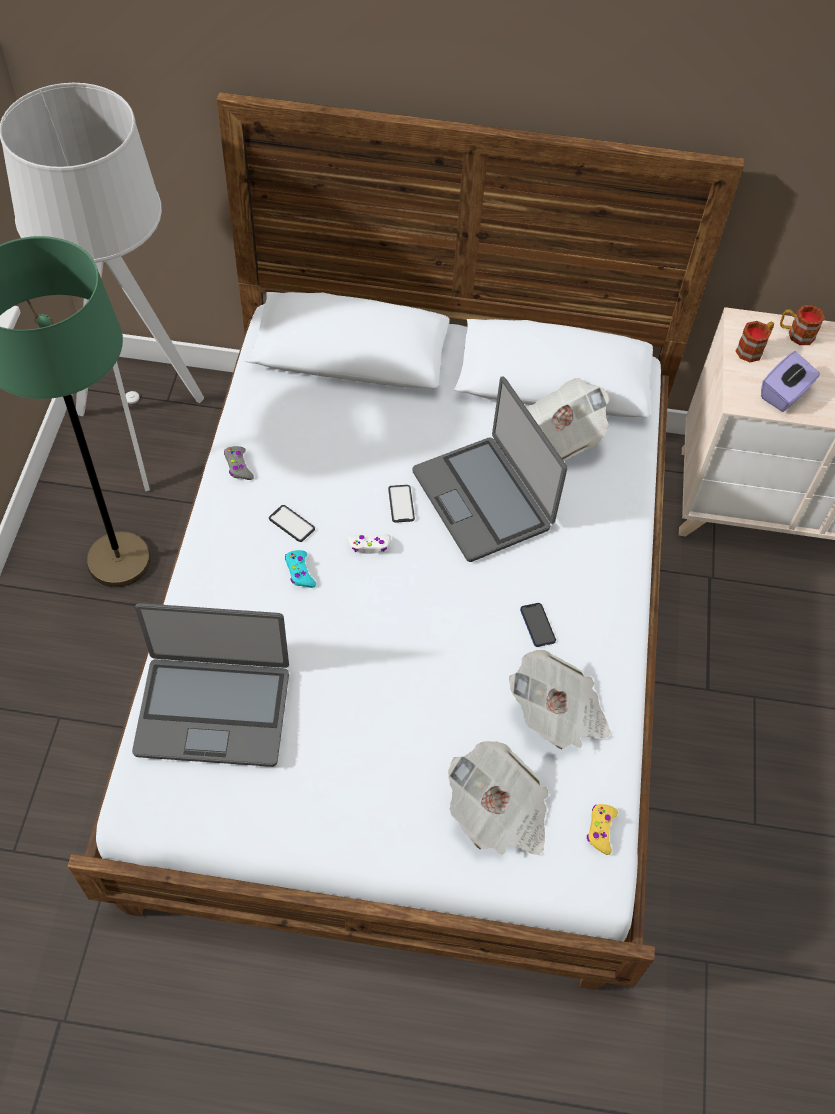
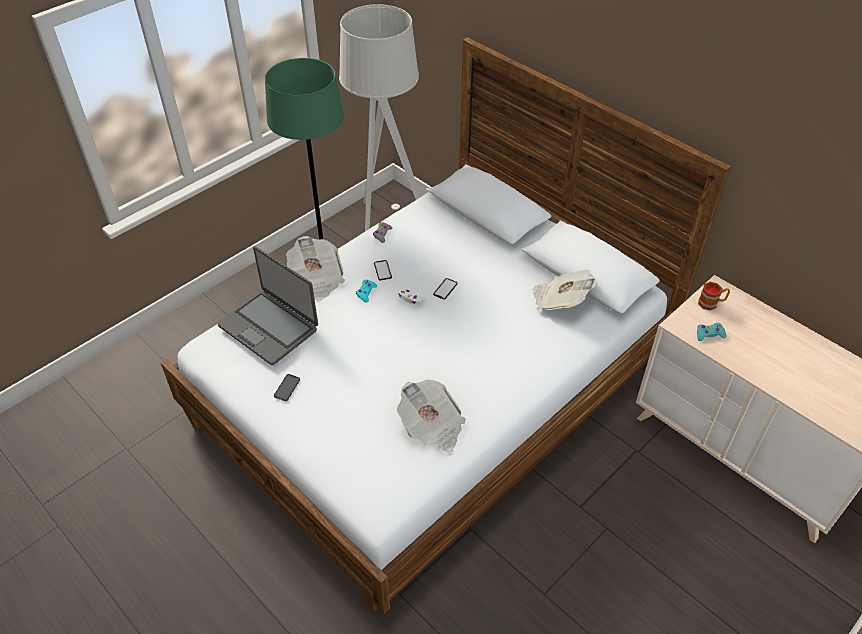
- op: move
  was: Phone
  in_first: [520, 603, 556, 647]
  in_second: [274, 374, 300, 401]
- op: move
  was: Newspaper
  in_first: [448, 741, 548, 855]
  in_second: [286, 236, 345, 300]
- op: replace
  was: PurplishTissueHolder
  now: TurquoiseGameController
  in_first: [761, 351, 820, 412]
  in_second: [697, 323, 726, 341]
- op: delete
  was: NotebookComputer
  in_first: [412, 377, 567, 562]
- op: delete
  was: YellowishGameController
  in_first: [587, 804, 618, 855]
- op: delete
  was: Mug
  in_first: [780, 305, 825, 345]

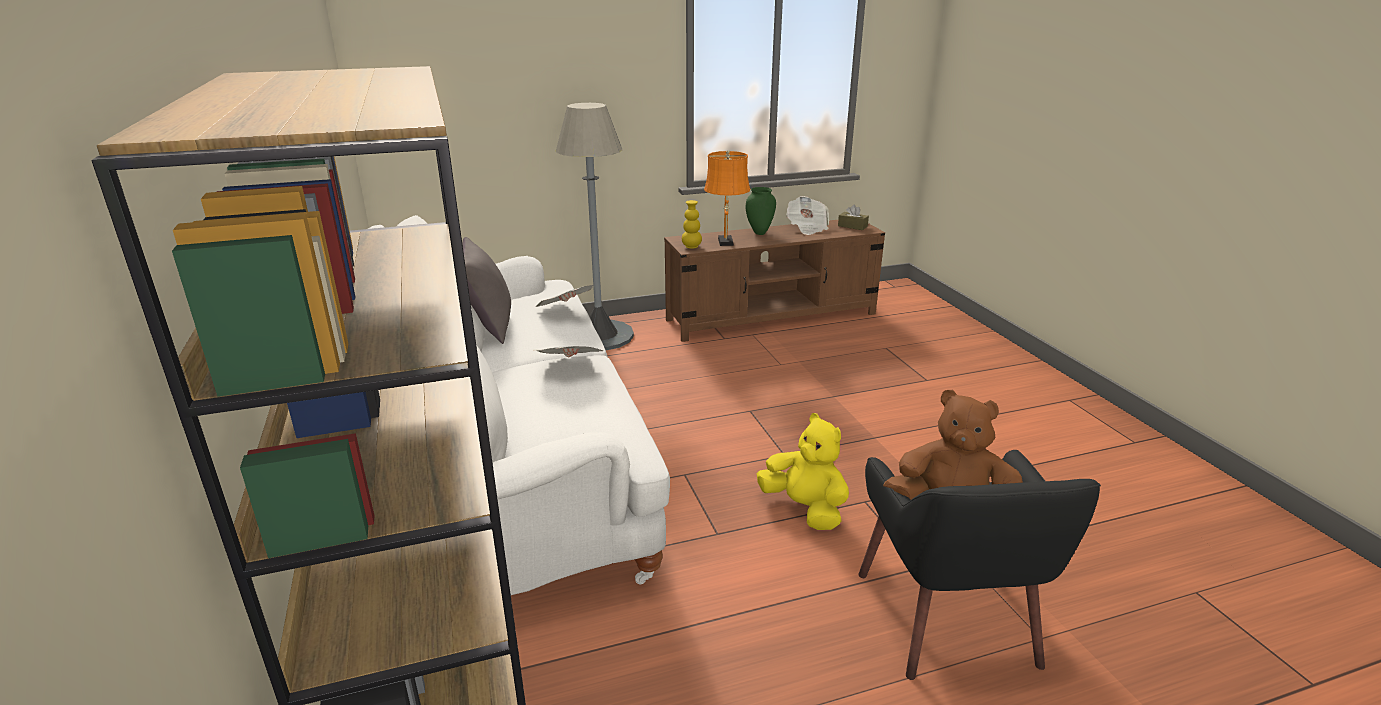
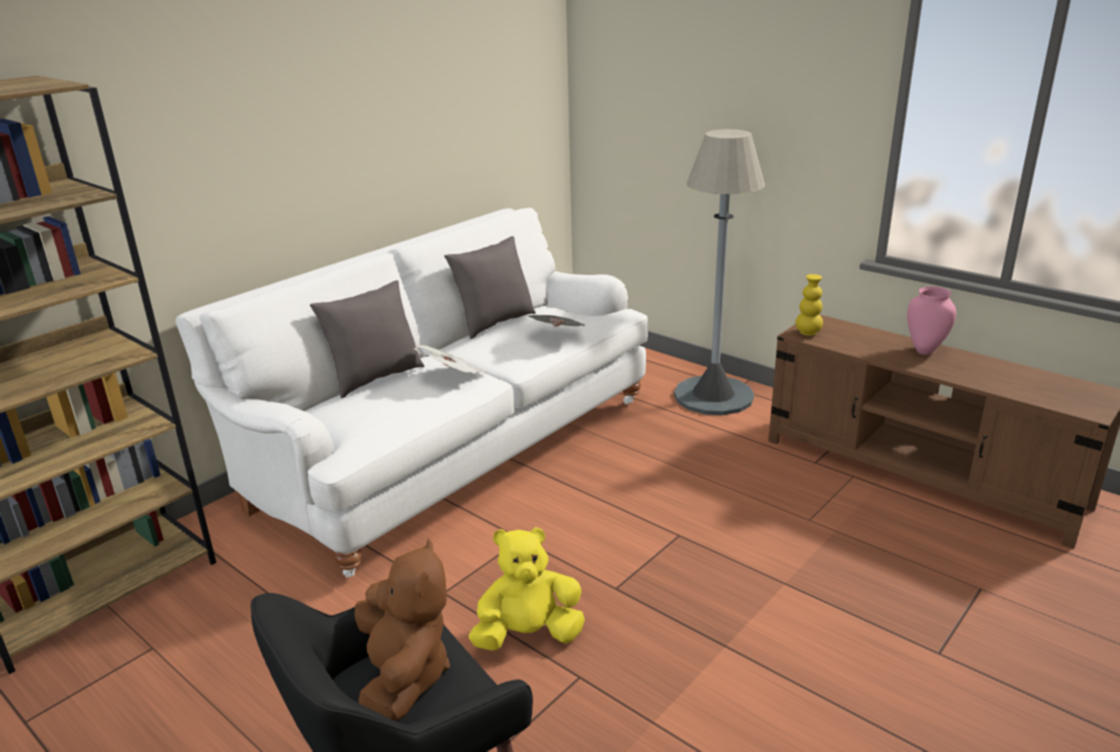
- op: insert
  now: GreyCushion
  in_second: [310, 280, 424, 398]
- op: rotate
  was: YellowishSoftToy
  in_first: [757, 413, 849, 530]
  in_second: [469, 527, 585, 651]
  clockwise: -120
- op: recolor
  was: GreenishDecorativeVase
  now: PinkColouredDecorativeVase
  in_first: [746, 187, 776, 235]
  in_second: [907, 286, 956, 355]
- op: delete
  was: OrangeColouredTableLamp
  in_first: [704, 150, 750, 246]
- op: delete
  was: Newspaper
  in_first: [786, 196, 829, 235]
- op: delete
  was: BrownishTissueHolder
  in_first: [838, 205, 869, 230]

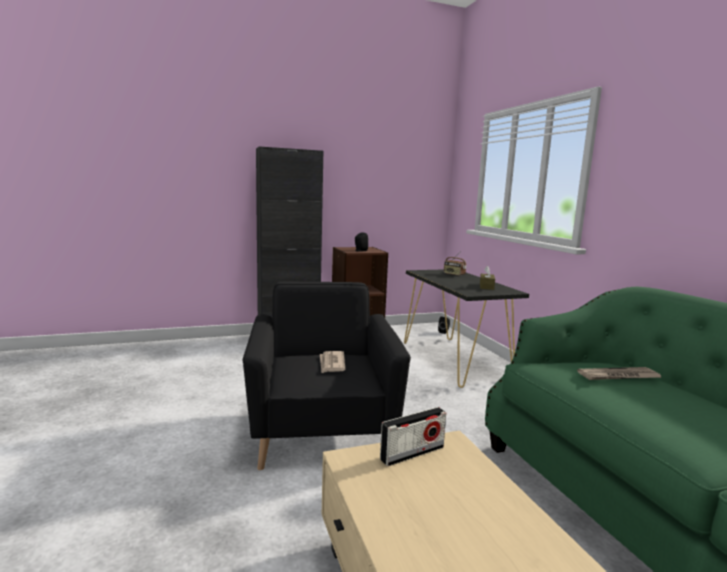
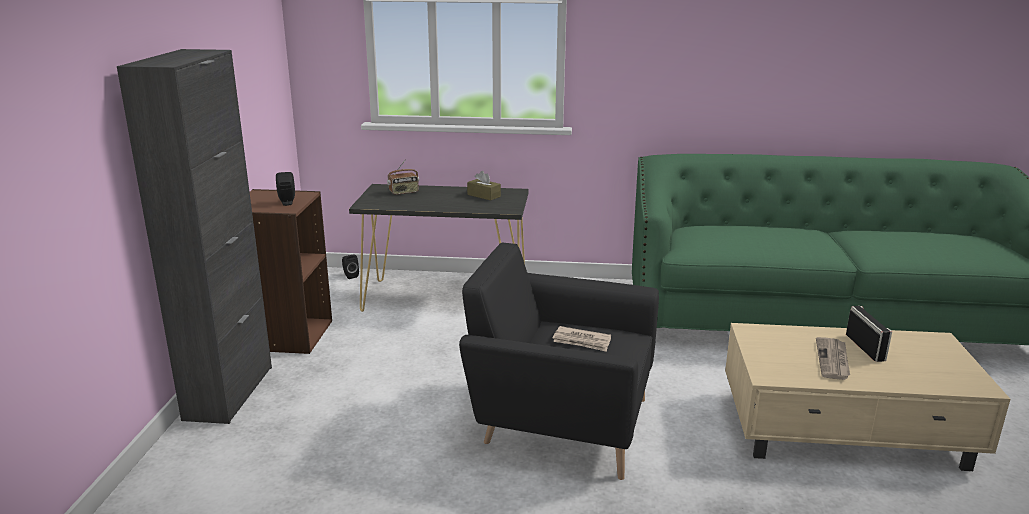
- op: move
  was: Newspaper
  in_first: [577, 367, 662, 380]
  in_second: [816, 337, 850, 380]
- op: move
  was: Radio
  in_first: [380, 407, 446, 466]
  in_second: [846, 306, 892, 362]

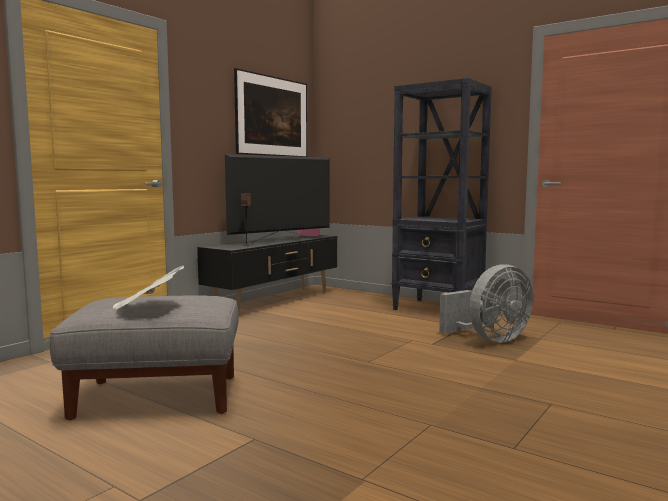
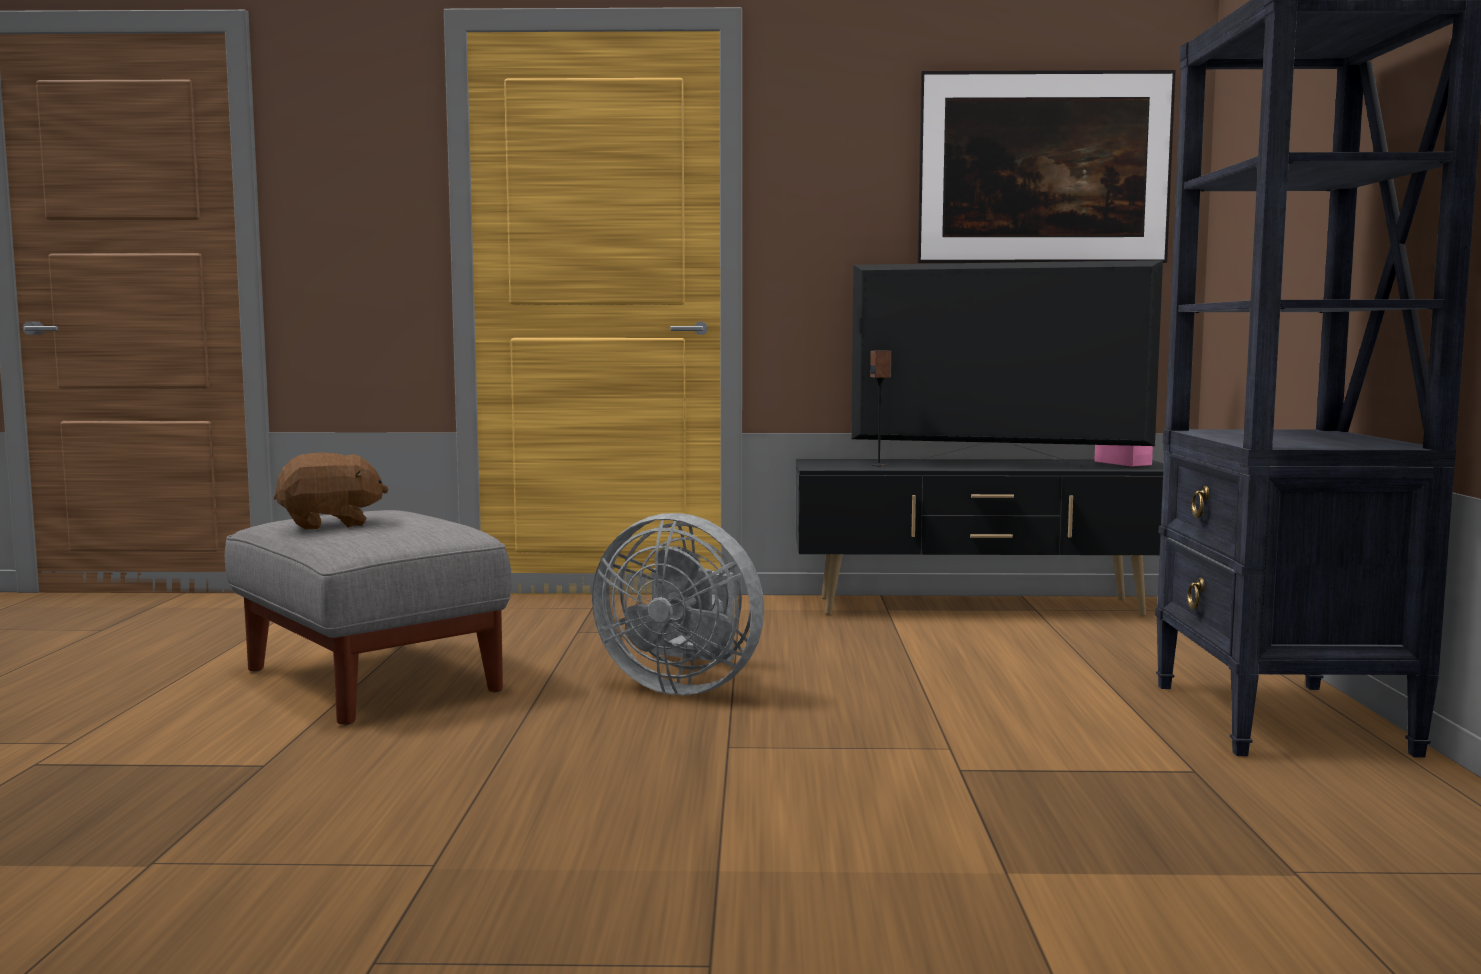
- op: replace
  was: Newspaper
  now: BrownishSoftToy
  in_first: [113, 266, 184, 309]
  in_second: [274, 452, 389, 530]
- op: move
  was: GreyFan
  in_first: [439, 264, 533, 343]
  in_second: [592, 513, 764, 695]

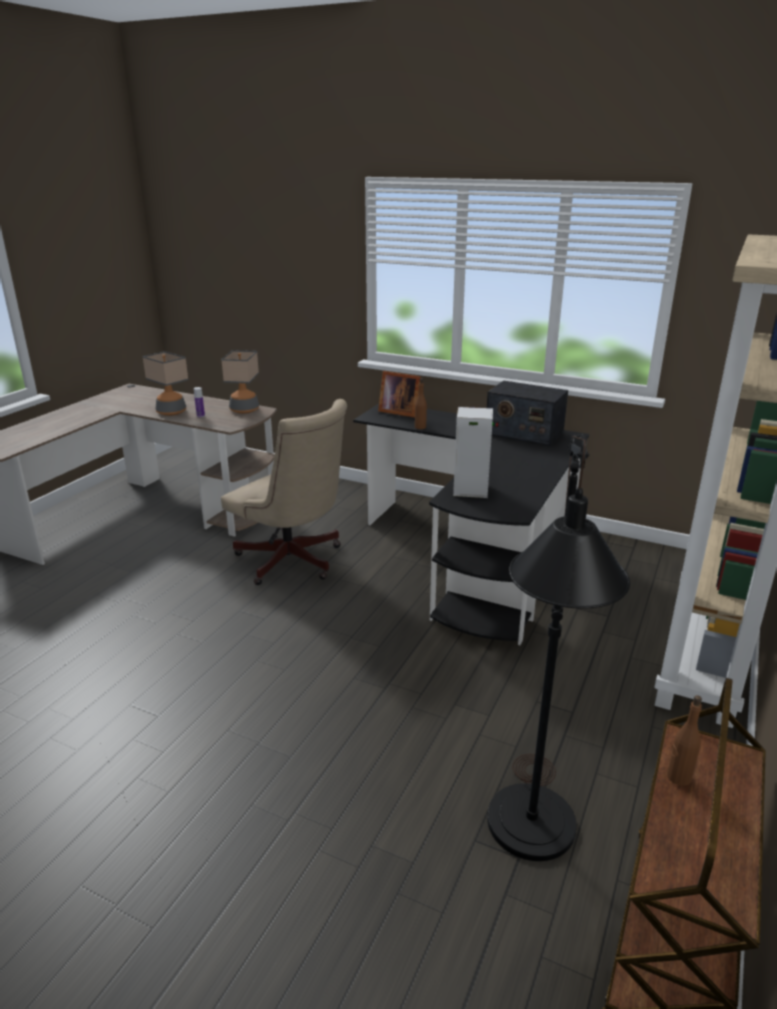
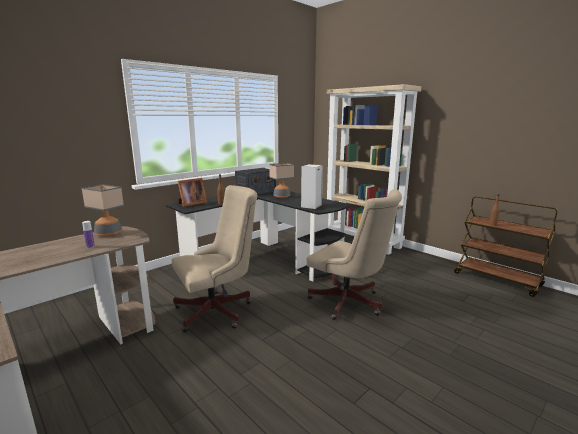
- op: move
  was: TableLamp
  in_first: [142, 351, 189, 416]
  in_second: [269, 163, 294, 198]
- op: insert
  now: SandColouredComputerChair
  in_second: [307, 189, 402, 320]
- op: delete
  was: BlackColouredStandingLamp
  in_first: [487, 436, 630, 861]

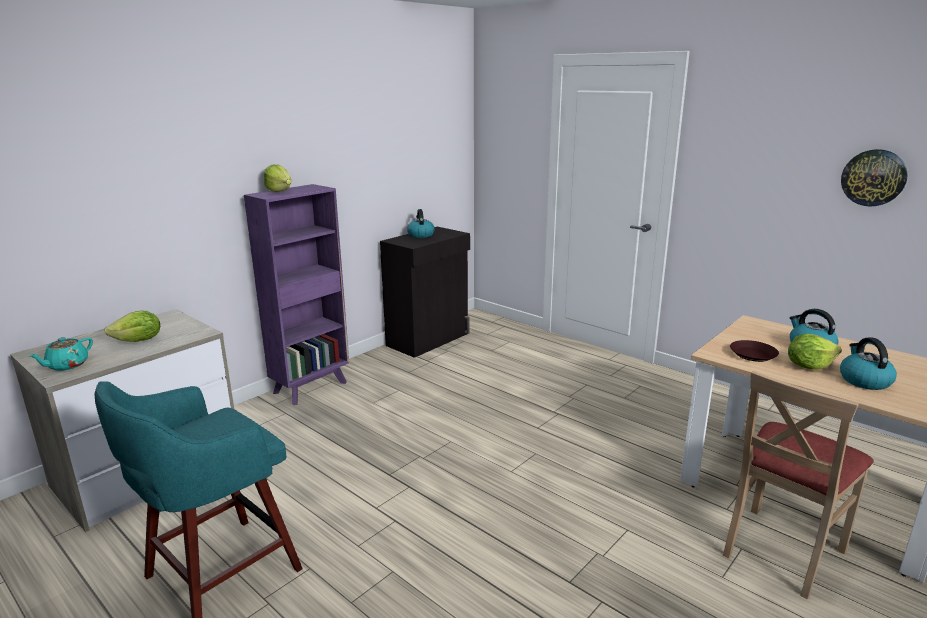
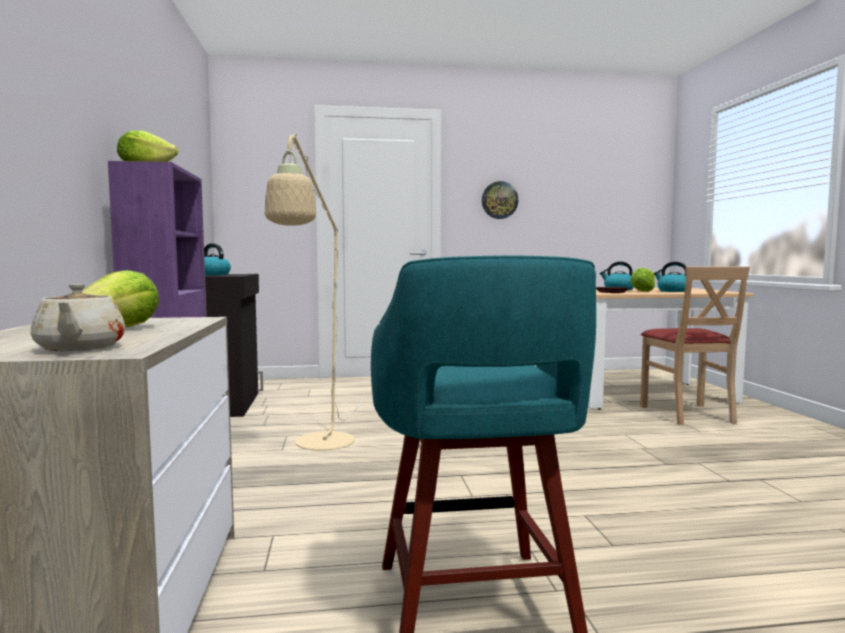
- op: recolor
  was: TurquoiseTeapot
  now: SandColouredTeapot
  in_first: [29, 337, 93, 371]
  in_second: [30, 284, 125, 351]
- op: insert
  now: SandColouredStandingLamp
  in_second: [265, 133, 364, 451]
- op: move
  was: ClockOnTheWall
  in_first: [841, 149, 908, 207]
  in_second: [482, 181, 518, 219]

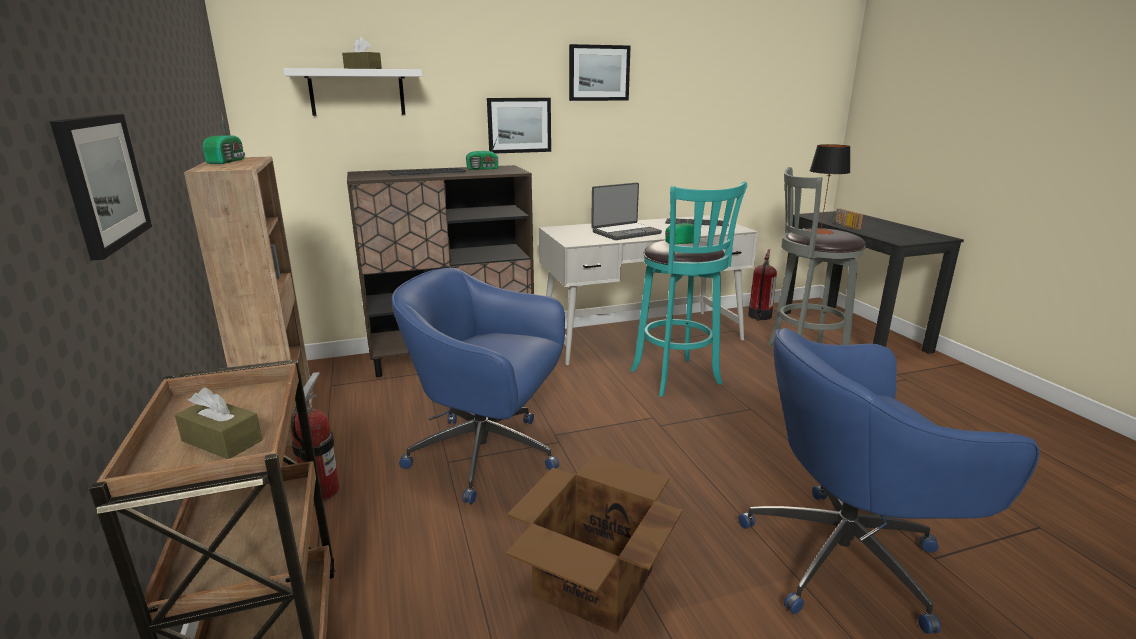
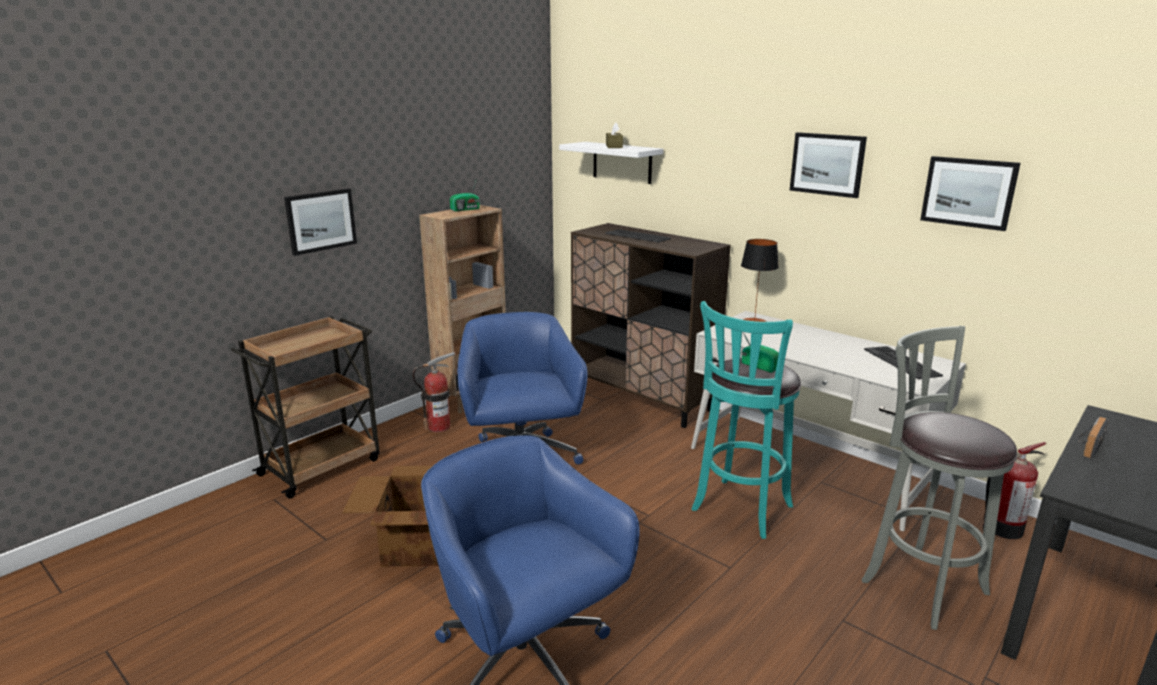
- op: move
  was: TableLamp
  in_first: [808, 144, 851, 235]
  in_second: [741, 239, 779, 322]
- op: move
  was: WallPicture
  in_first: [487, 98, 551, 154]
  in_second: [920, 156, 1020, 231]
- op: delete
  was: BrownishTissueHolder
  in_first: [175, 387, 262, 459]
- op: delete
  was: Radio
  in_first: [466, 136, 499, 170]
- op: delete
  was: NotebookComputer
  in_first: [591, 182, 662, 240]

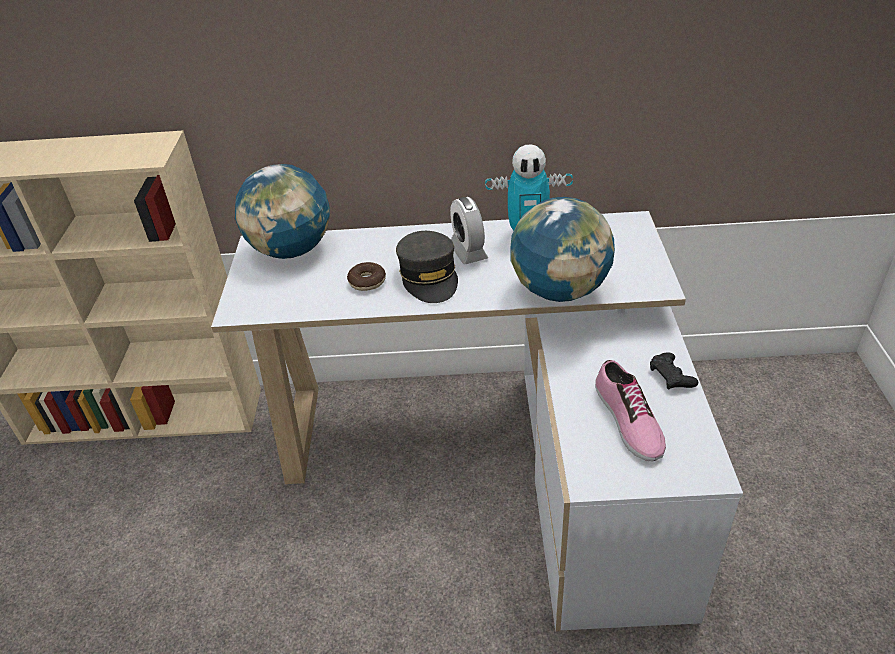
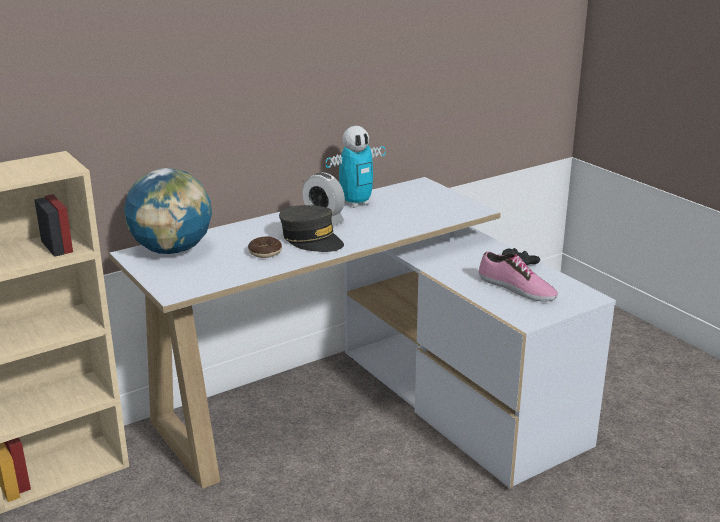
- op: delete
  was: WorldGlobe
  in_first: [511, 197, 615, 302]

